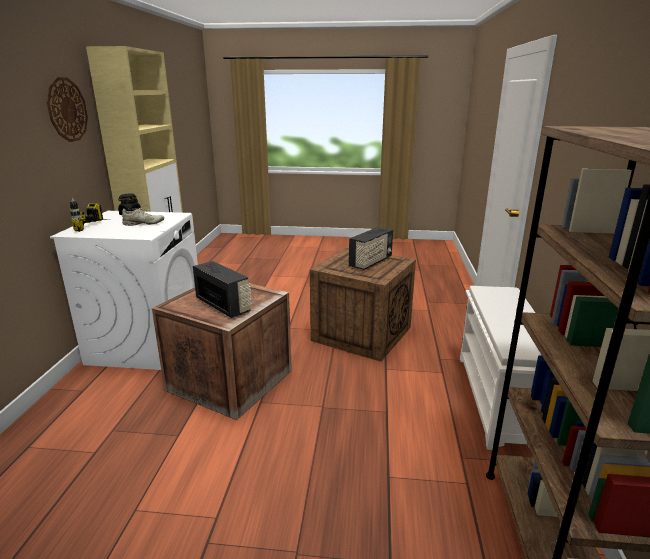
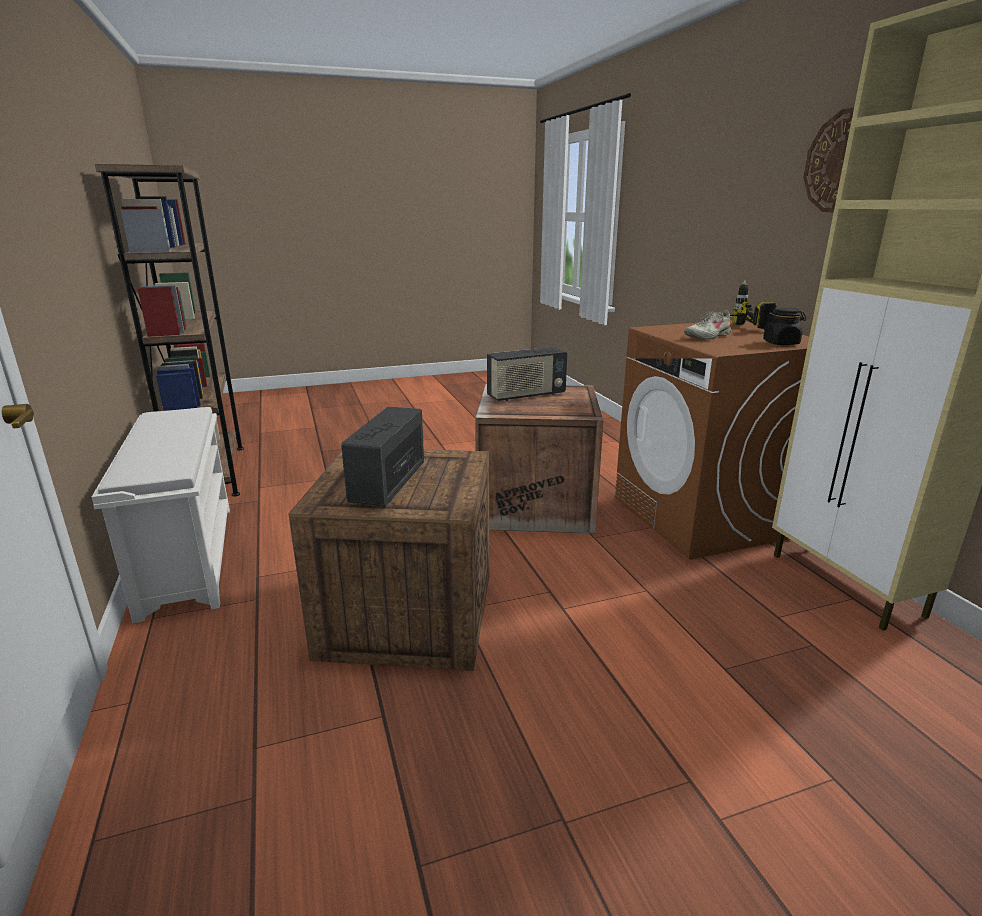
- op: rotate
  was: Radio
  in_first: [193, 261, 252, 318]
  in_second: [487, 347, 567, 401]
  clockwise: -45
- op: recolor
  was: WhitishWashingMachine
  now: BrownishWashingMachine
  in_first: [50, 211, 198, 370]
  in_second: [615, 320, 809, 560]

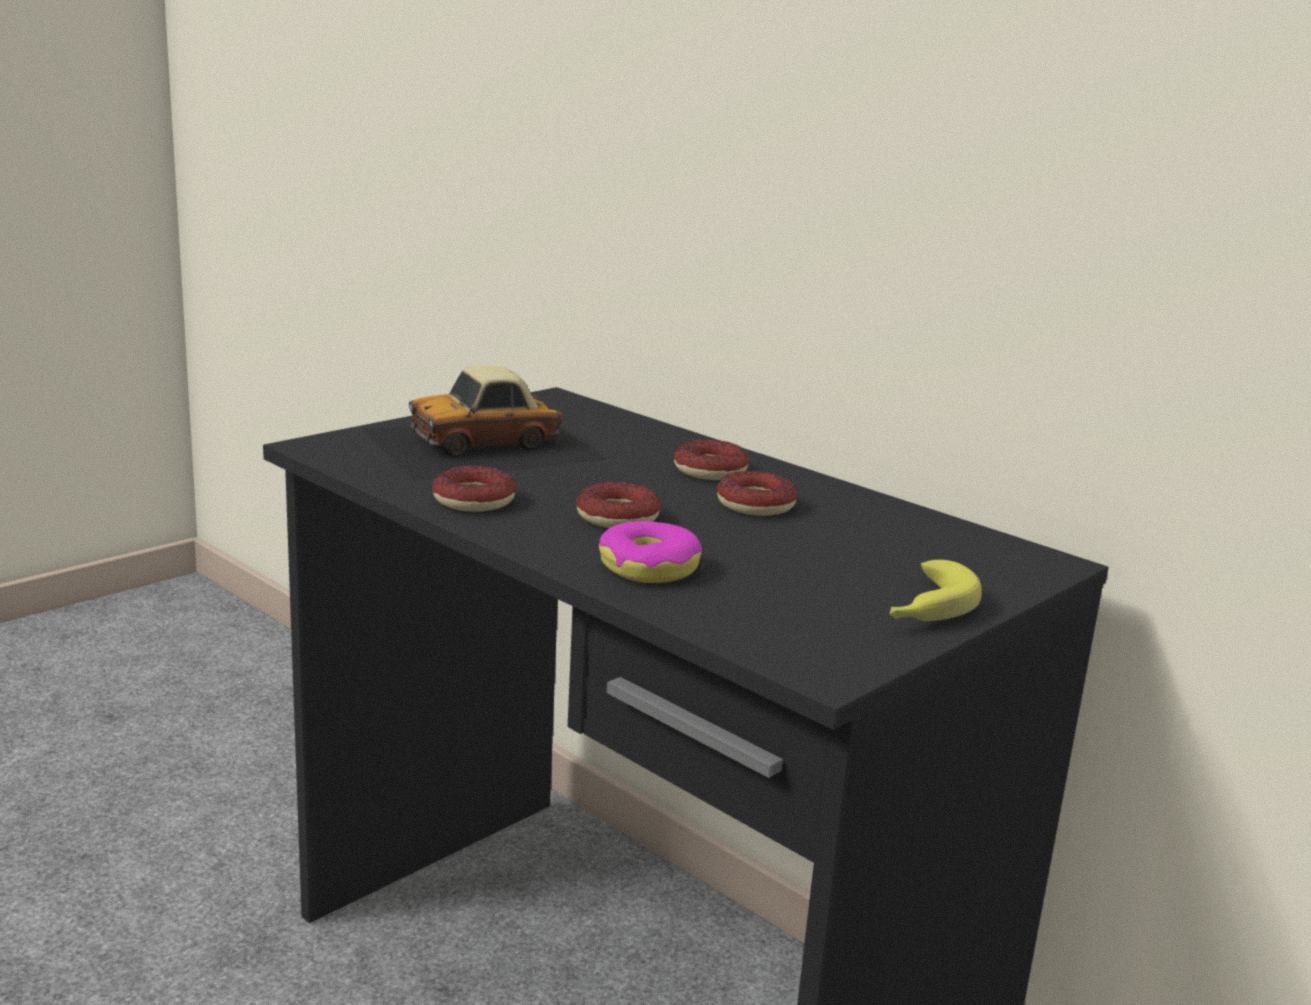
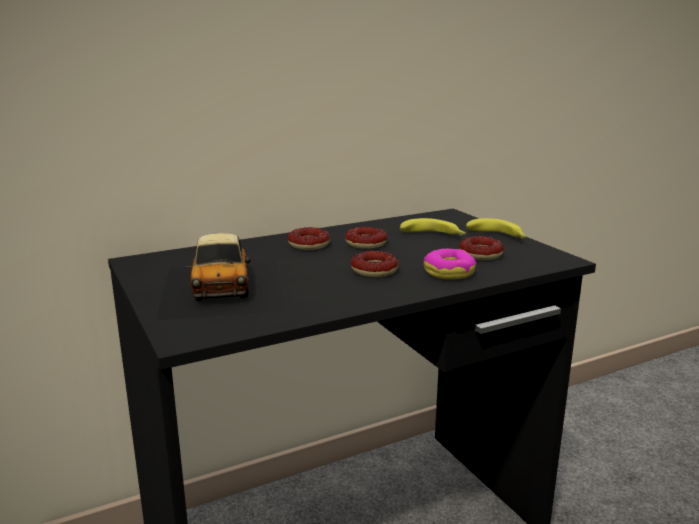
- op: insert
  now: Banana
  in_second: [400, 218, 466, 235]
- op: move
  was: Donut
  in_first: [432, 465, 516, 511]
  in_second: [459, 236, 504, 260]

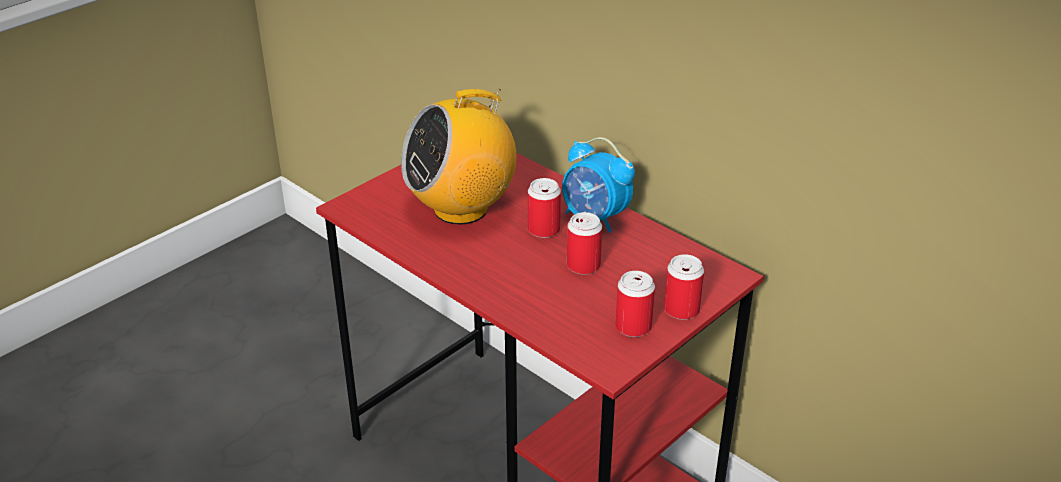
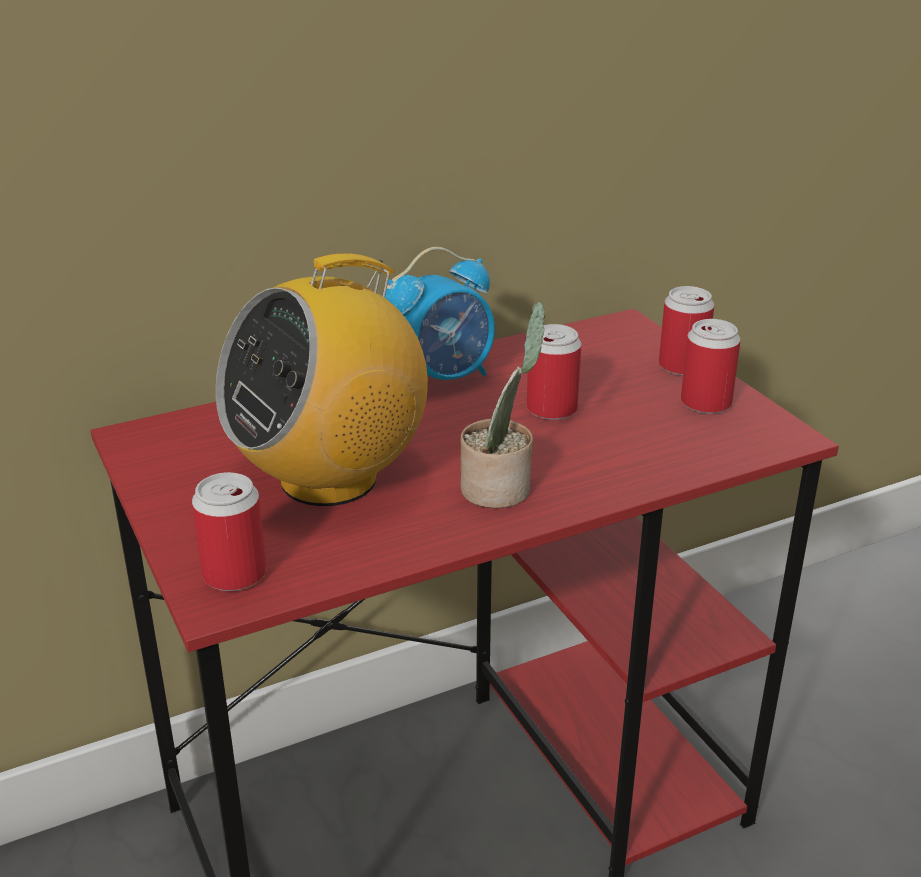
- op: move
  was: MetalCan
  in_first: [528, 178, 561, 238]
  in_second: [192, 472, 267, 591]
- op: rotate
  was: Radio
  in_first: [401, 89, 517, 225]
  in_second: [216, 253, 428, 506]
  clockwise: 60
- op: insert
  now: PlantInAPot
  in_second: [460, 301, 545, 509]

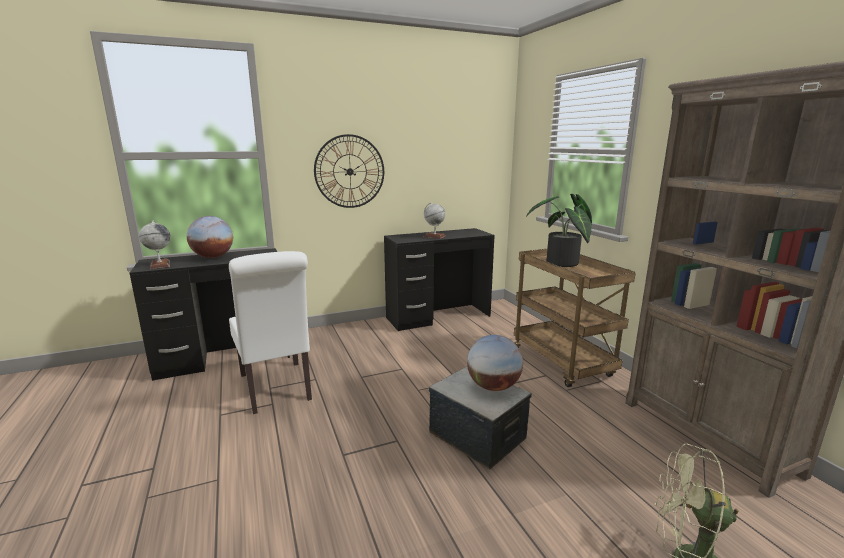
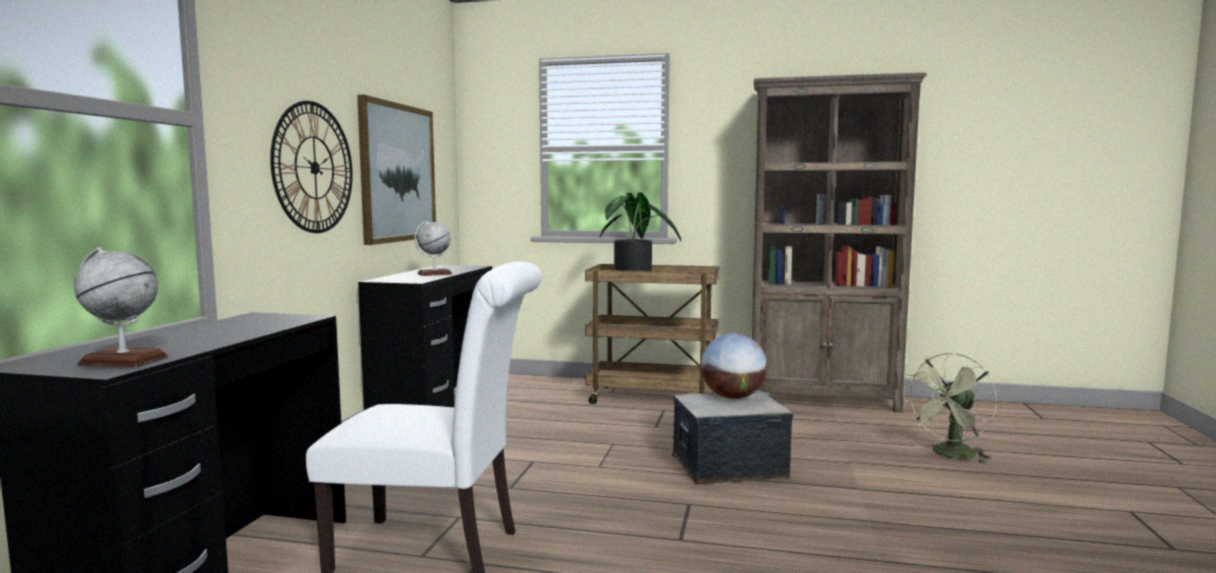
- op: insert
  now: WallPicture
  in_second: [357, 95, 436, 245]
- op: delete
  was: WorldGlobe
  in_first: [187, 216, 233, 258]

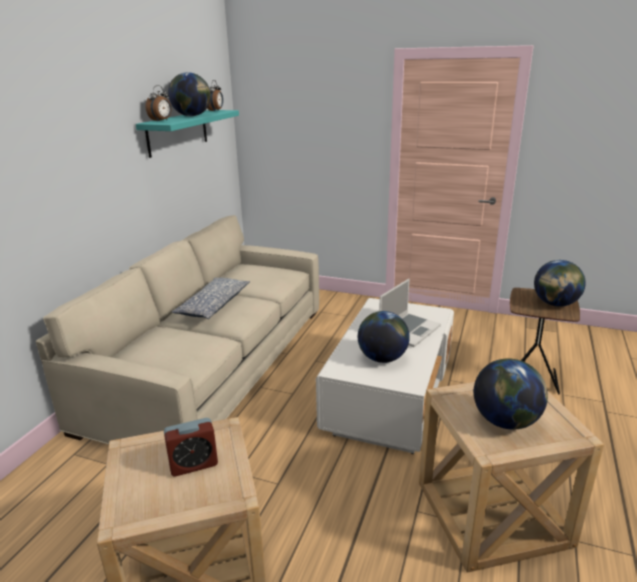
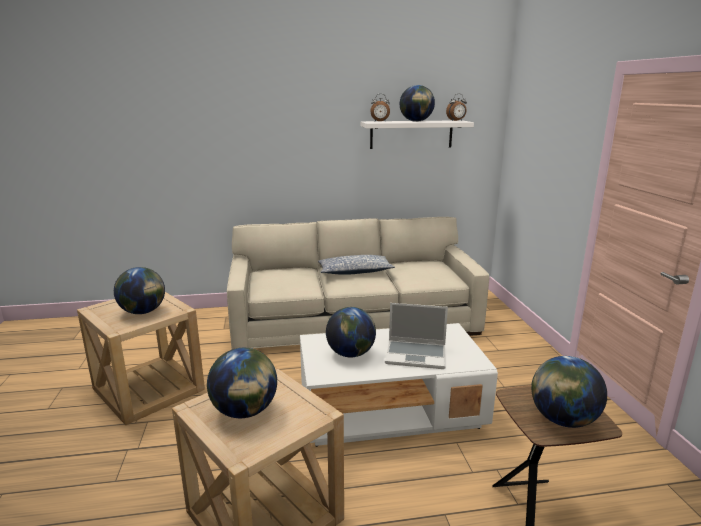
- op: replace
  was: AlarmClock
  now: WorldGlobe
  in_first: [164, 418, 218, 477]
  in_second: [114, 267, 165, 314]
- op: recolor
  was: TurquoiseShelf
  now: WhitishShelf
  in_first: [136, 110, 239, 158]
  in_second: [361, 120, 474, 149]

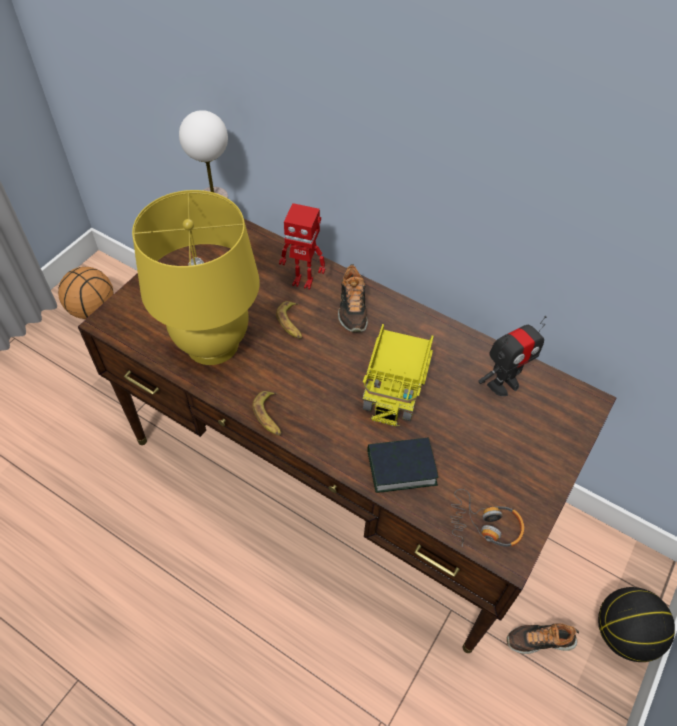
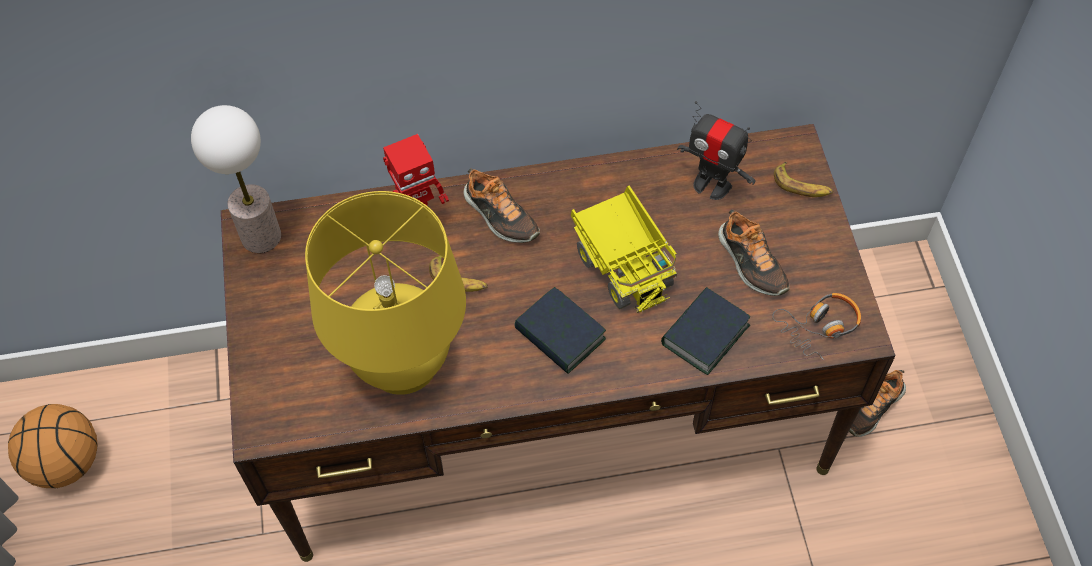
- op: insert
  now: Book
  in_second: [515, 287, 606, 374]
- op: rotate
  was: ModelRobot
  in_first: [478, 316, 546, 396]
  in_second: [677, 101, 756, 200]
  clockwise: 105
- op: insert
  now: Shoe
  in_second: [718, 209, 790, 296]
- op: move
  was: Banana
  in_first: [252, 391, 281, 436]
  in_second: [774, 162, 833, 197]
- op: delete
  was: Basketball
  in_first: [598, 587, 675, 662]

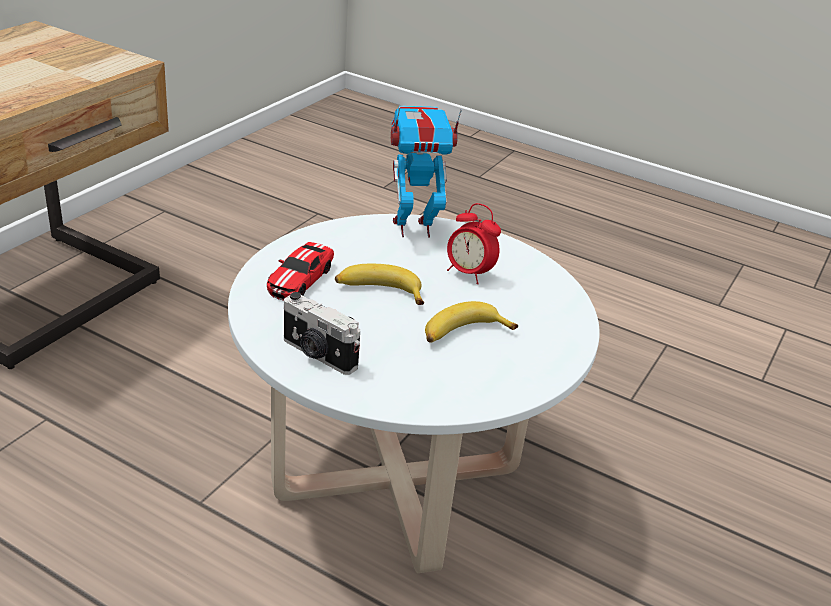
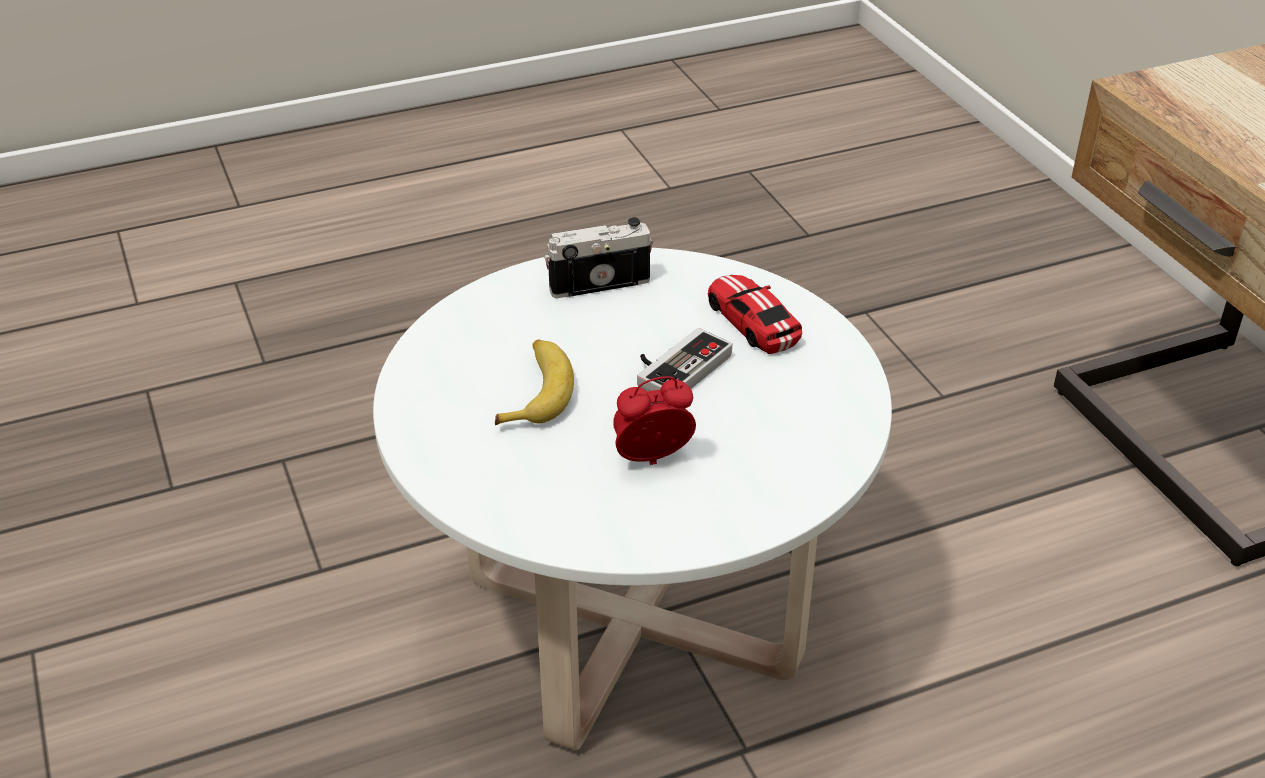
- op: replace
  was: Banana
  now: GameController
  in_first: [335, 264, 424, 305]
  in_second: [637, 328, 732, 392]
- op: delete
  was: ModelRobot
  in_first: [391, 106, 462, 238]

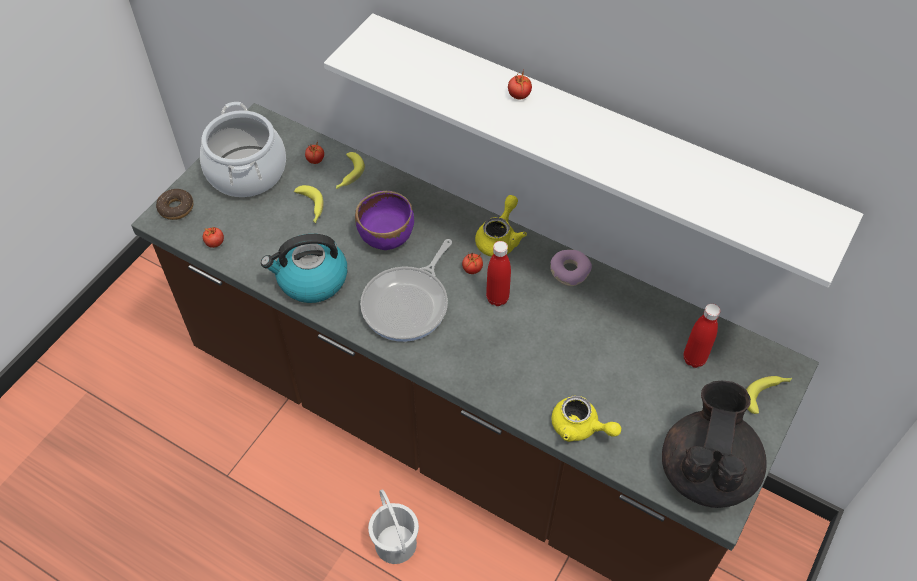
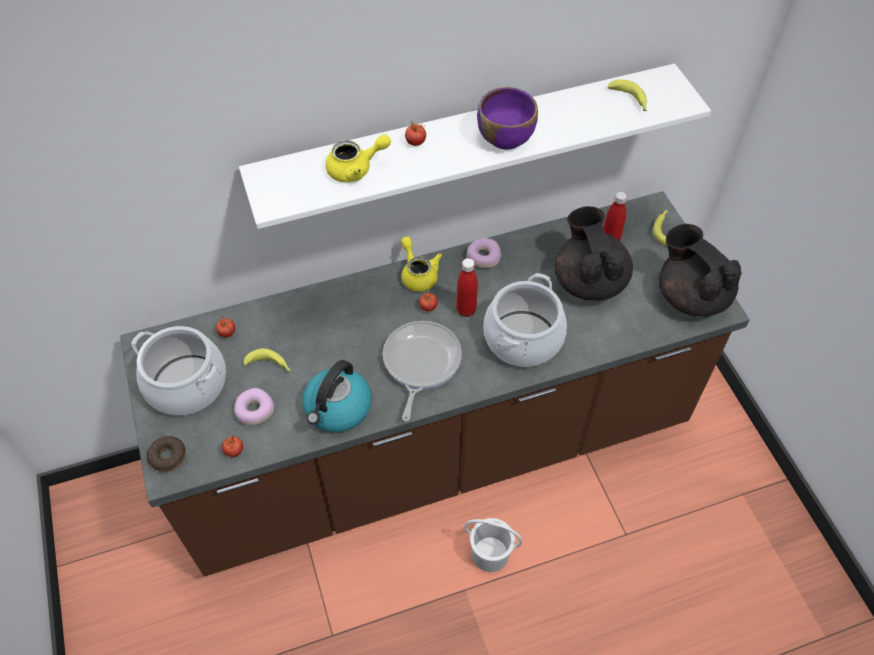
- op: insert
  now: Donut
  in_second: [234, 388, 274, 425]
- op: move
  was: YellowishTeapot
  in_first: [551, 396, 621, 442]
  in_second: [326, 134, 391, 182]
- op: rotate
  was: Pan
  in_first: [360, 239, 452, 342]
  in_second: [383, 321, 462, 421]
  clockwise: -150
- op: move
  was: PurplishBowl
  in_first: [355, 191, 414, 250]
  in_second: [477, 87, 538, 149]
- op: insert
  now: Stockpot
  in_second: [483, 273, 567, 367]
- op: insert
  now: BlackColouredTeapot
  in_second: [554, 206, 633, 301]
- op: move
  was: Banana
  in_first: [336, 152, 365, 189]
  in_second: [608, 79, 647, 111]

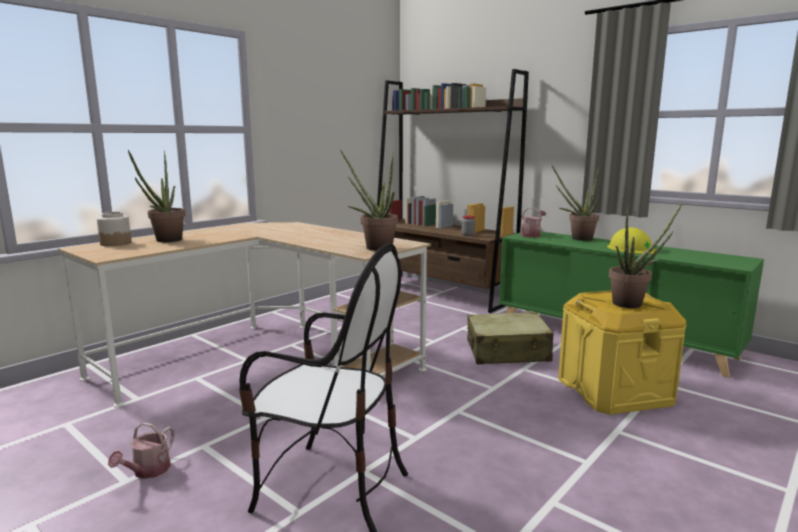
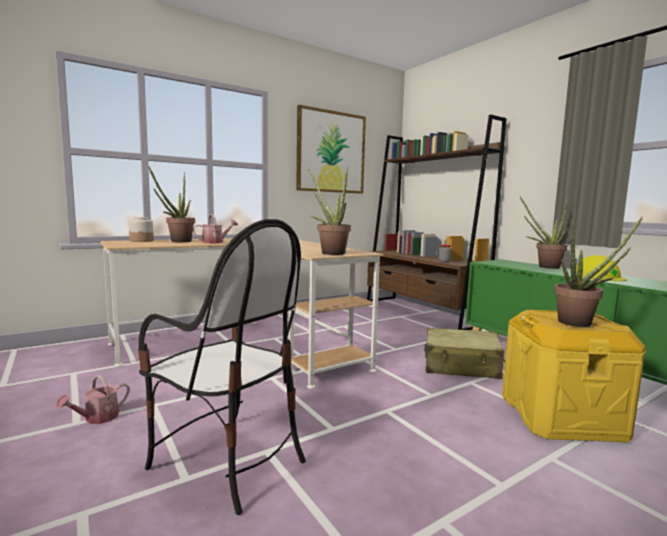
- op: move
  was: WateringPot
  in_first: [521, 207, 546, 237]
  in_second: [193, 214, 238, 244]
- op: insert
  now: WallPicture
  in_second: [296, 105, 366, 194]

